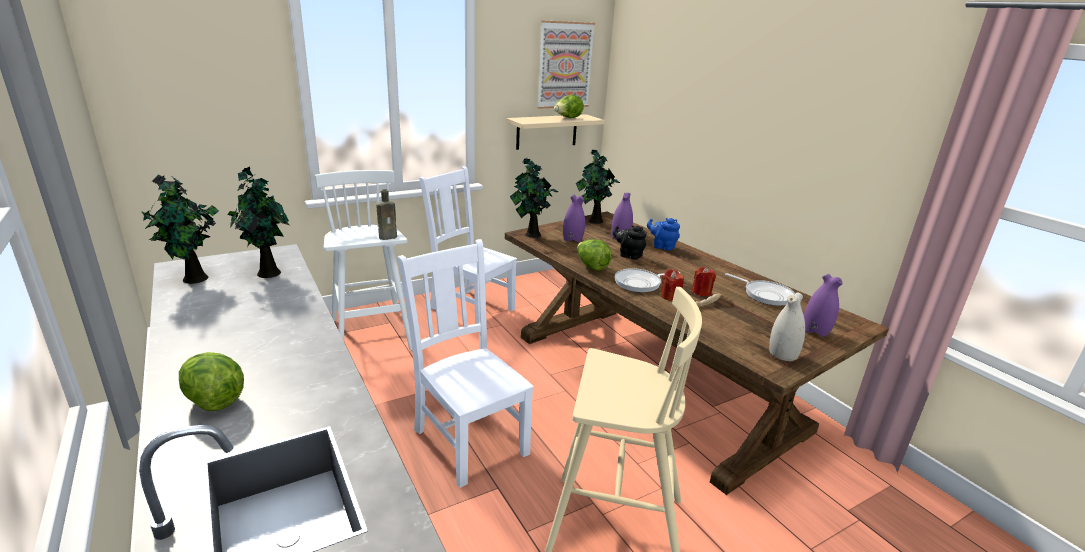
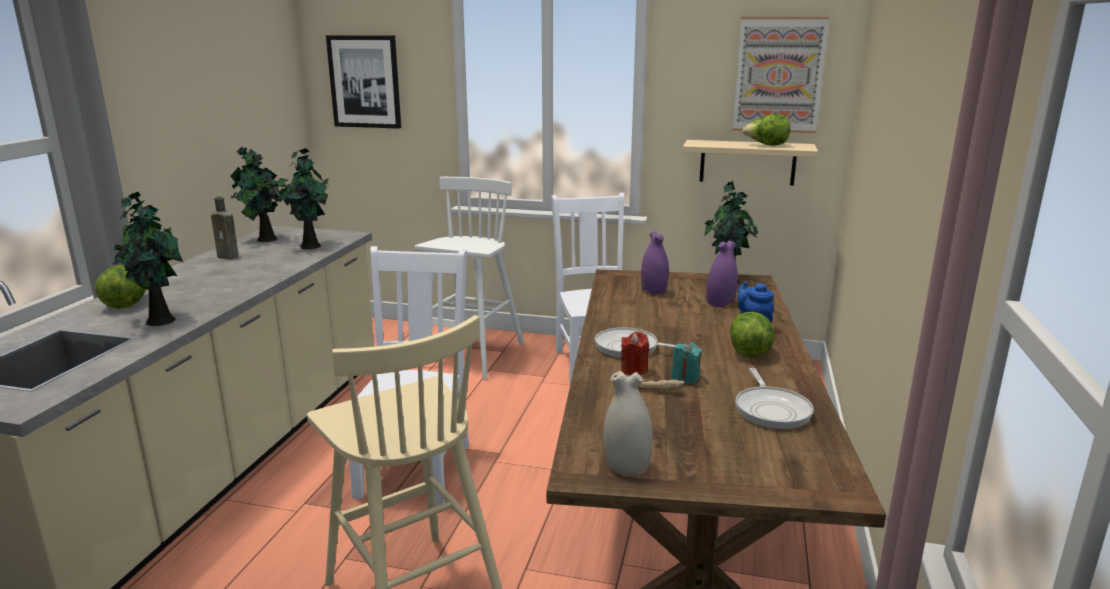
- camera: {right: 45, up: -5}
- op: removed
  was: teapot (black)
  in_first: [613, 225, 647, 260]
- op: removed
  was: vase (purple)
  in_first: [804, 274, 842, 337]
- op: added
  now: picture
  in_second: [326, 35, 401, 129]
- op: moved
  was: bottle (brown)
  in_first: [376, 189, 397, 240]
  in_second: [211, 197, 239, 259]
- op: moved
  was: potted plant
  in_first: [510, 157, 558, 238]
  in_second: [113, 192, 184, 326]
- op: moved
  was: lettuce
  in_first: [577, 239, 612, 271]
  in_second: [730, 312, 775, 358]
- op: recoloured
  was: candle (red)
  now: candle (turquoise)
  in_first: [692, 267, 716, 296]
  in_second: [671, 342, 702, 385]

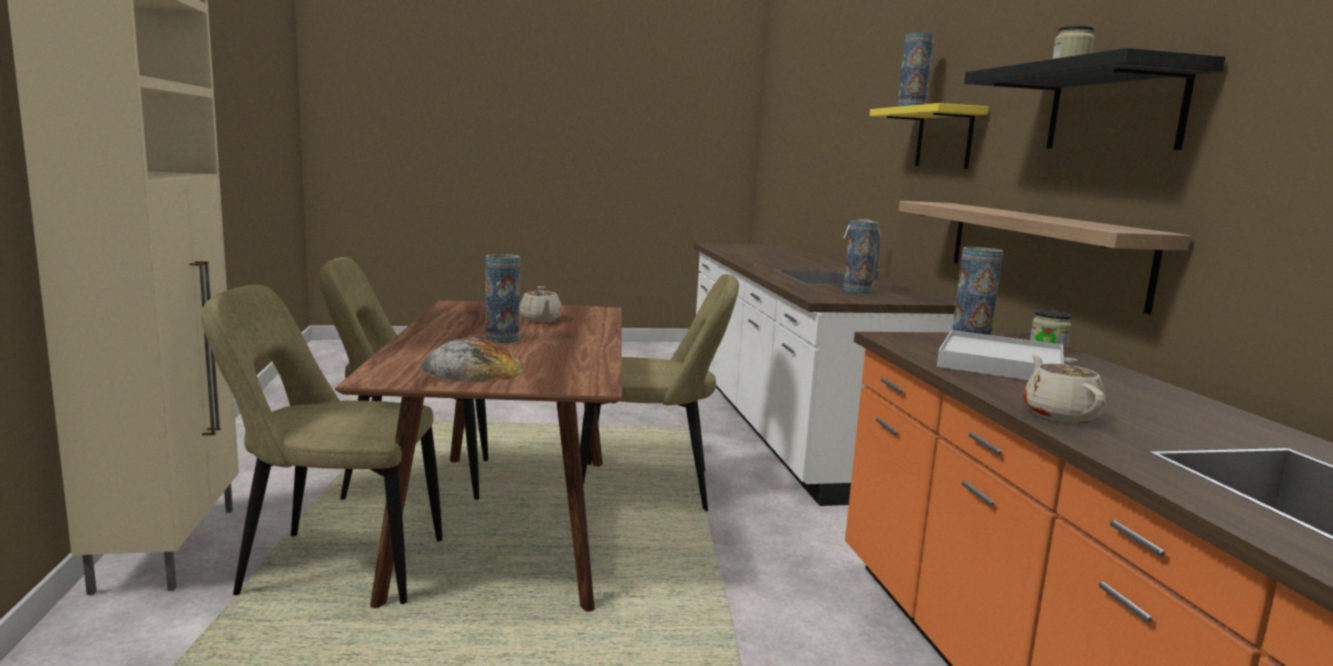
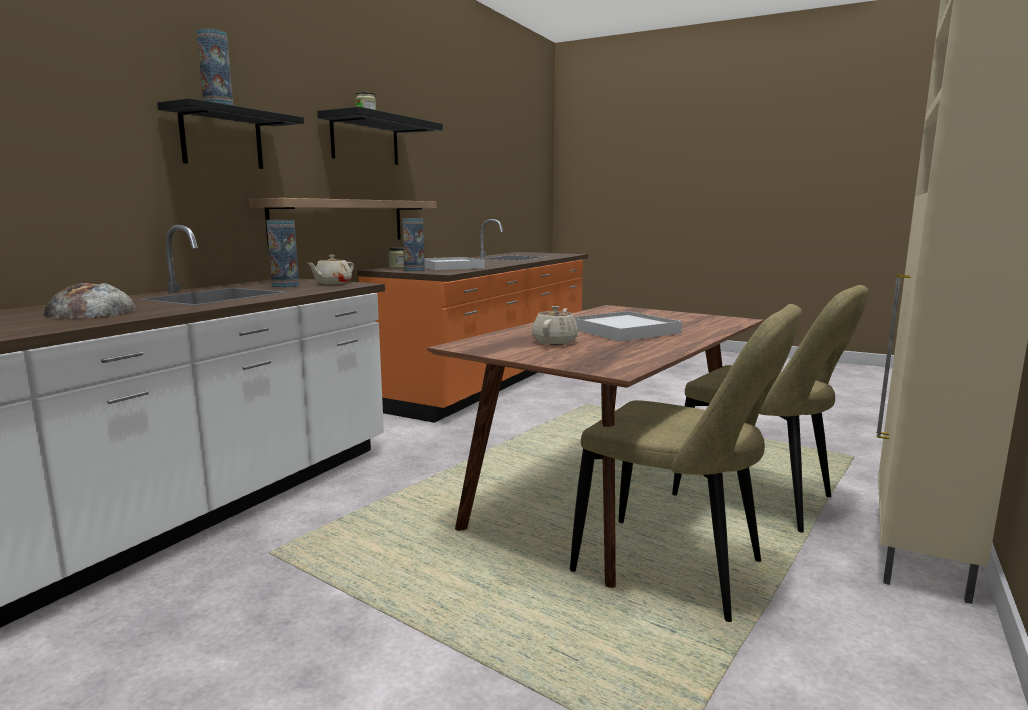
- camera: {right: -140, up: 0}
- op: removed
  was: chair (beige)
  in_first: [580, 274, 739, 511]
- op: moved
  was: bread
  in_first: [419, 336, 526, 382]
  in_second: [44, 283, 137, 319]
- op: moved
  was: teapot (beige)
  in_first: [1023, 355, 1106, 423]
  in_second: [308, 255, 354, 284]
- op: replaced
  was: vase
  now: tray (white)
  in_first: [485, 254, 520, 343]
  in_second: [574, 311, 682, 342]
- op: recoloured
  was: shelf (yellow)
  now: shelf (black)
  in_first: [869, 103, 989, 169]
  in_second: [157, 98, 304, 169]

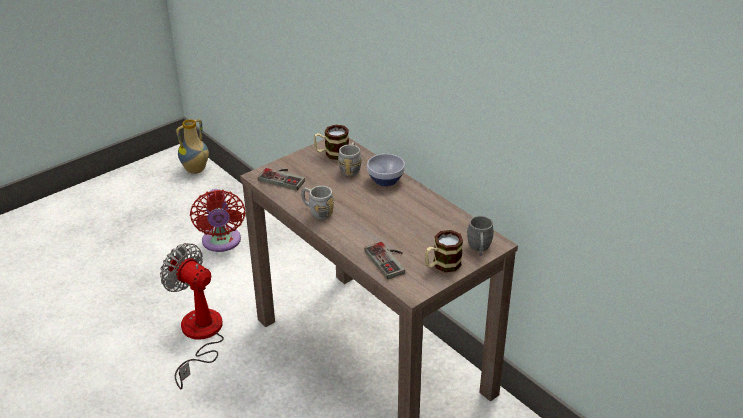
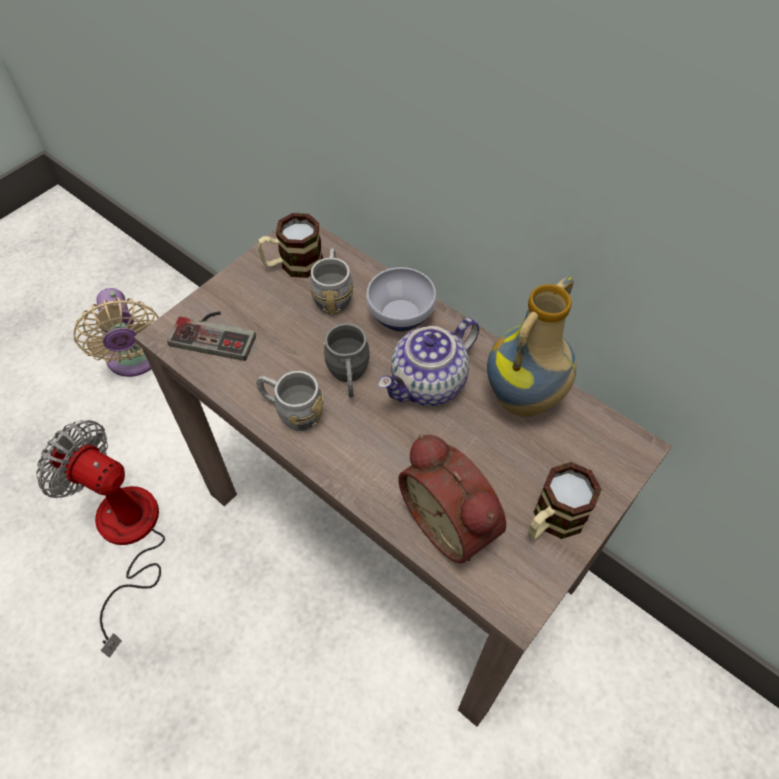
- camera: {right: -10, up: 20}
- op: added
  now: teapot
  in_second: [378, 318, 479, 406]
- op: moved
  was: vase
  in_first: [176, 119, 209, 174]
  in_second: [487, 277, 577, 417]
- op: moved
  was: mug (grey)
  in_first: [467, 216, 494, 256]
  in_second: [323, 323, 369, 397]
- op: replaced
  was: game controller
  now: alarm clock
  in_first: [365, 242, 405, 279]
  in_second: [398, 434, 506, 564]
- op: recoloured
  was: fan (red)
  now: fan (beige)
  in_first: [190, 189, 246, 252]
  in_second: [73, 288, 159, 377]

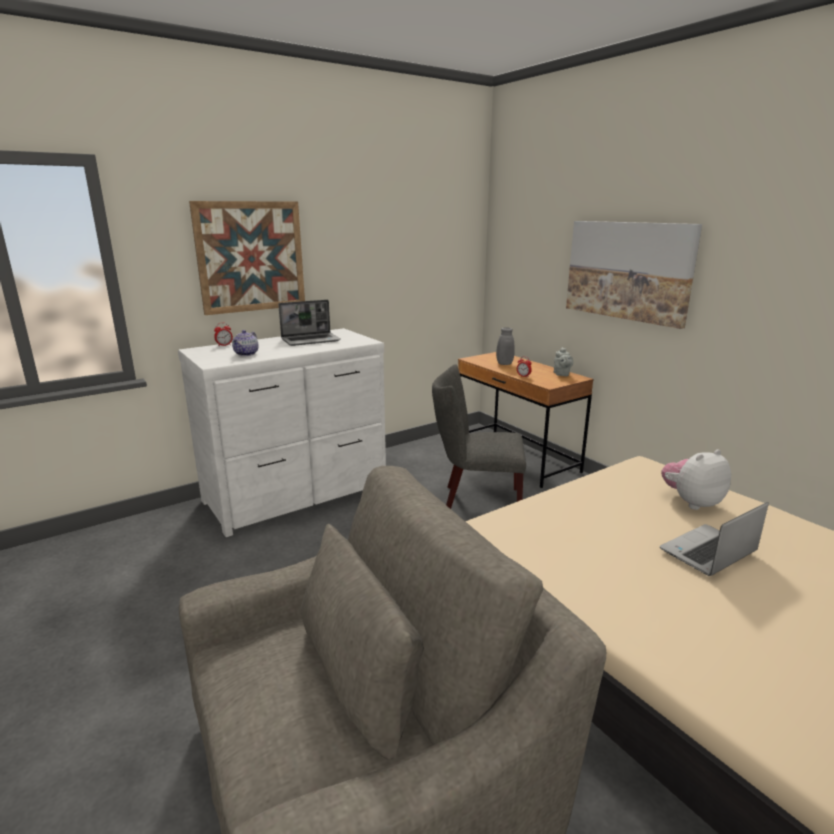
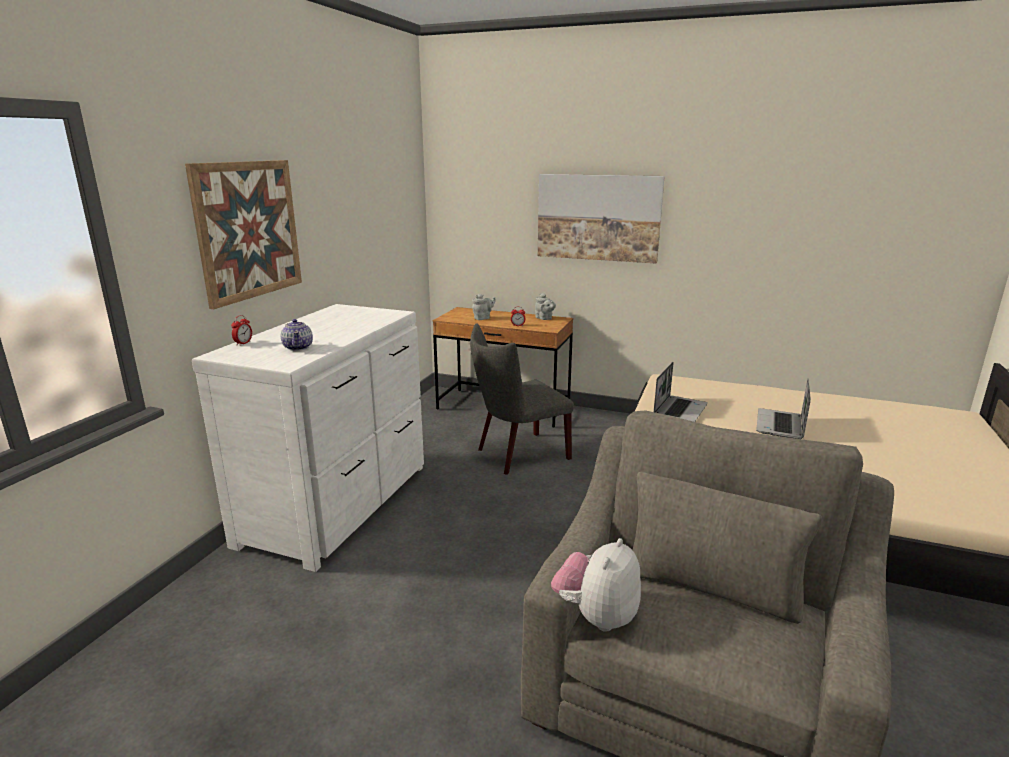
- camera: {right: -35, up: 0}
- op: moved
  was: laptop
  in_first: [278, 300, 341, 346]
  in_second: [654, 362, 708, 422]
- op: moved
  was: plush toy
  in_first: [661, 450, 731, 510]
  in_second: [551, 538, 641, 632]
- op: replaced
  was: vase (grey)
  now: teapot (grey)
  in_first: [496, 327, 515, 365]
  in_second: [472, 294, 496, 320]

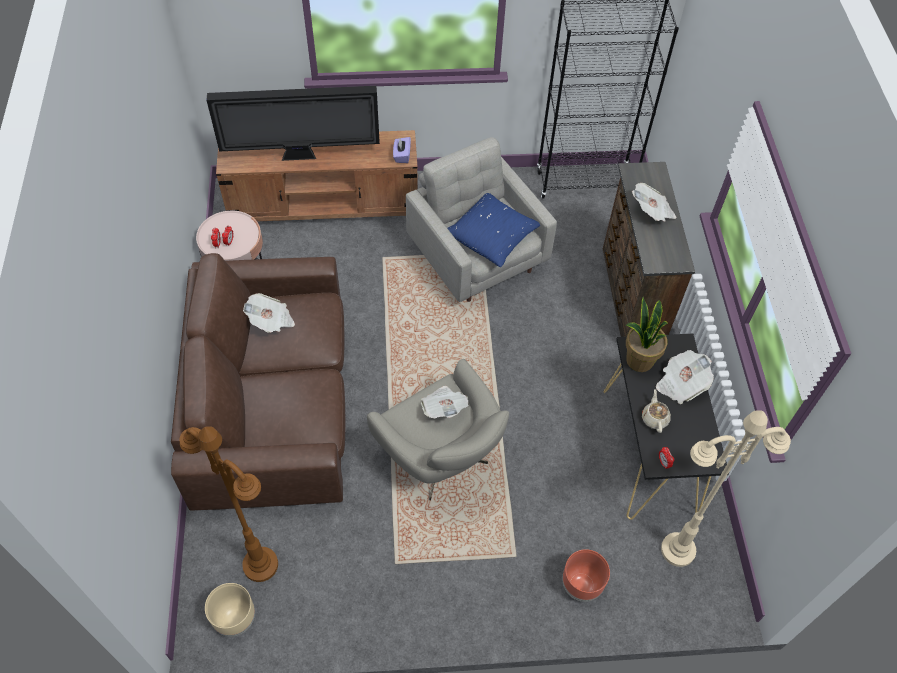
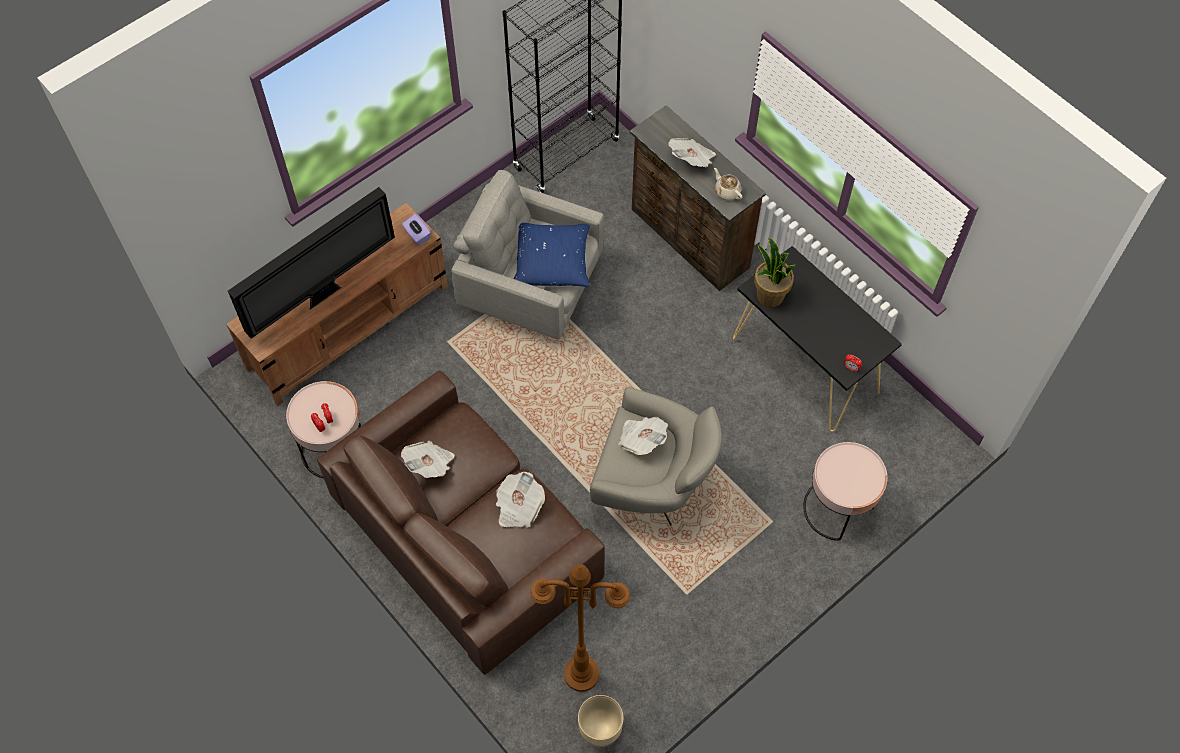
- camera: {right: -35, up: 5}
- op: removed
  was: floor lamp (beige)
  in_first: [661, 410, 791, 567]
- op: moved
  was: teapot (beige)
  in_first: [642, 389, 671, 433]
  in_second: [714, 168, 742, 200]
- op: moved
  was: newspaper
  in_first: [656, 350, 714, 404]
  in_second: [496, 472, 545, 528]
- op: replaced
  was: planter (brown)
  now: side table (pink)
  in_first: [562, 549, 610, 602]
  in_second: [803, 442, 887, 541]

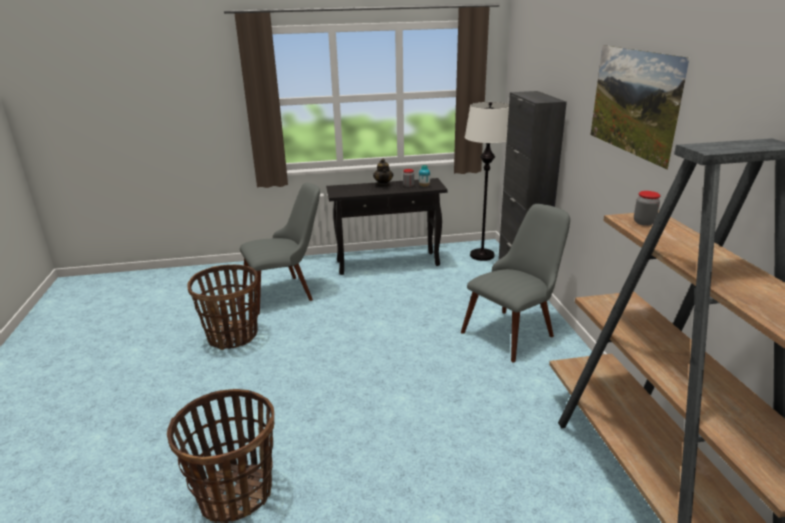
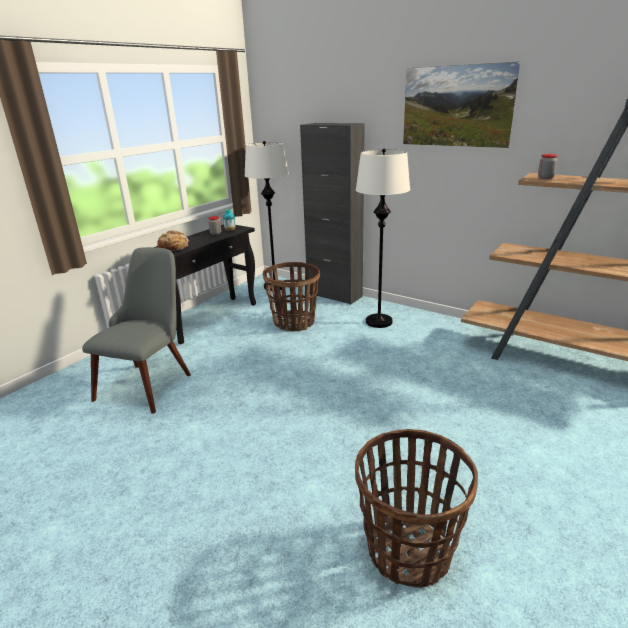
- camera: {right: -45, up: 0}
- op: removed
  was: teapot
  in_first: [373, 158, 393, 187]
- op: added
  now: bread
  in_second: [157, 230, 189, 251]
- op: moved
  was: basket
  in_first: [188, 265, 258, 350]
  in_second: [263, 262, 320, 332]
- op: replaced
  was: chair (grey)
  now: floor lamp (white)
  in_first: [461, 204, 570, 362]
  in_second: [356, 149, 410, 328]

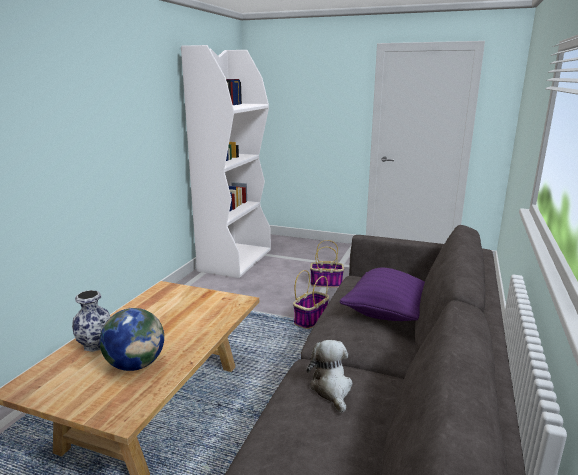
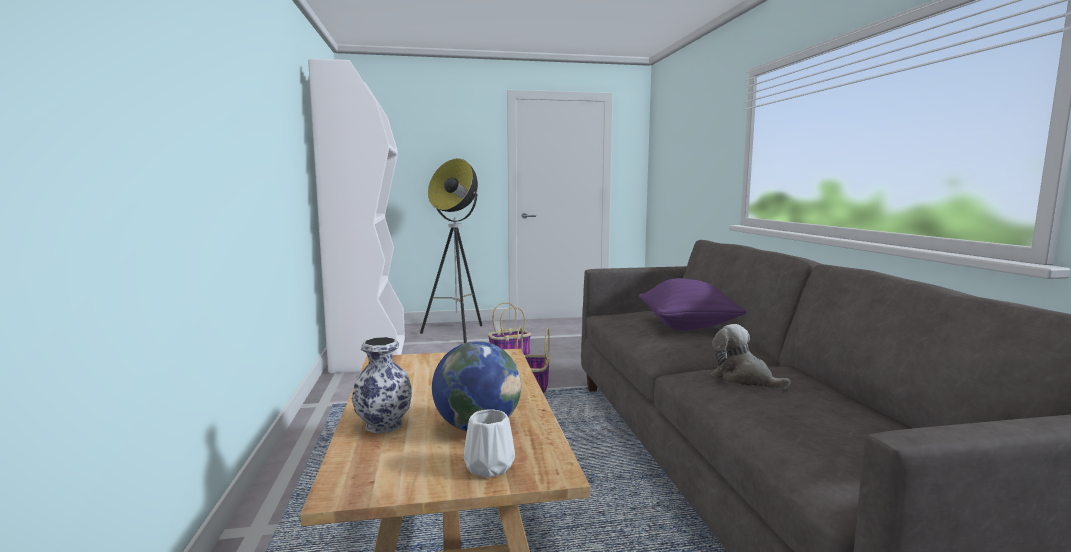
- camera: {right: -30, up: -10}
- op: added
  now: floor lamp
  in_second: [420, 159, 482, 343]
- op: added
  now: vase (white)
  in_second: [464, 409, 515, 478]

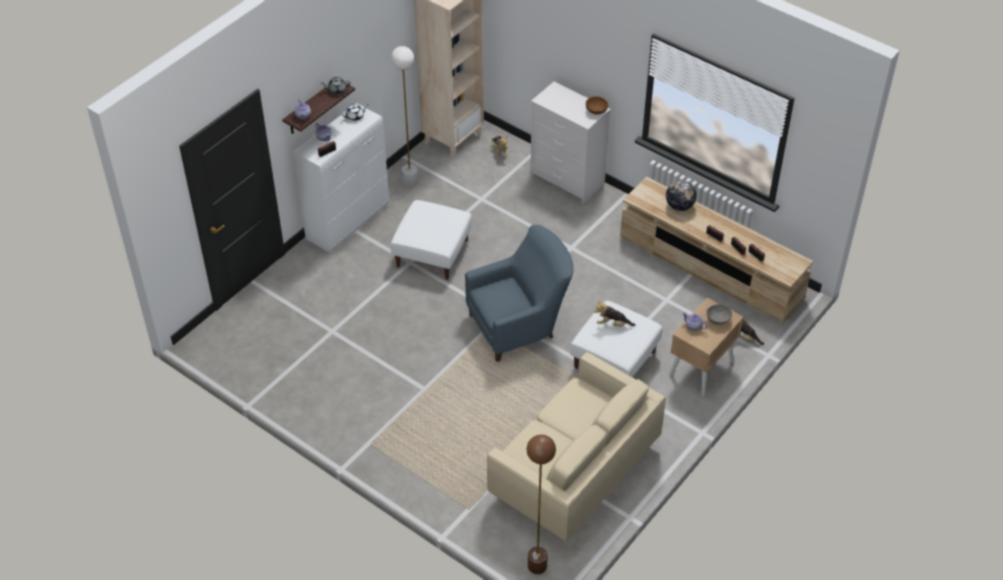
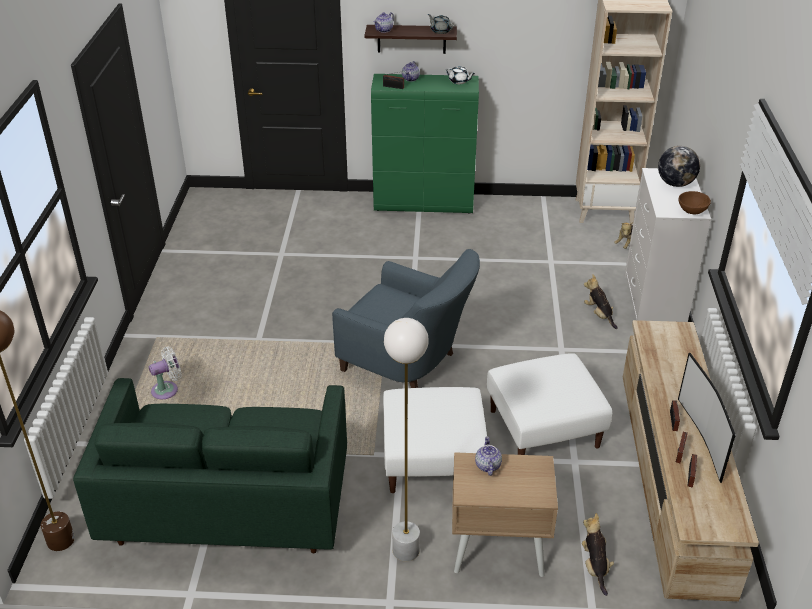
- camera: {right: 55, up: -10}
- op: removed
  was: bowl (grey)
  in_first: [706, 304, 732, 325]
- op: added
  now: fan (white)
  in_second: [149, 347, 181, 399]
- op: added
  now: television
  in_second: [678, 353, 736, 483]
- op: moved
  was: ottoman (white)
  in_first: [390, 200, 472, 280]
  in_second: [487, 353, 612, 455]
- op: moved
  was: floor lamp (white)
  in_first: [391, 46, 418, 187]
  in_second: [384, 318, 428, 561]
- op: moved
  was: plush toy
  in_first: [594, 301, 636, 326]
  in_second: [584, 274, 618, 329]
- op: moved
  was: globe
  in_first: [666, 180, 697, 211]
  in_second: [658, 146, 700, 187]
- op: recoloured
  was: cabinet (white)
  now: cabinet (green)
  in_first: [294, 103, 389, 253]
  in_second: [371, 74, 479, 214]
- op: recoloured
  was: sofa (beige)
  now: sofa (green)
  in_first: [487, 352, 666, 542]
  in_second: [73, 378, 347, 553]

